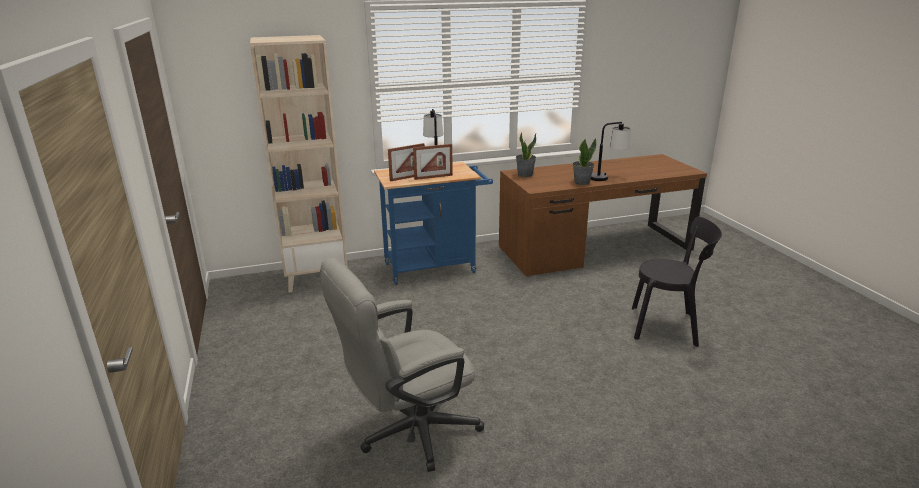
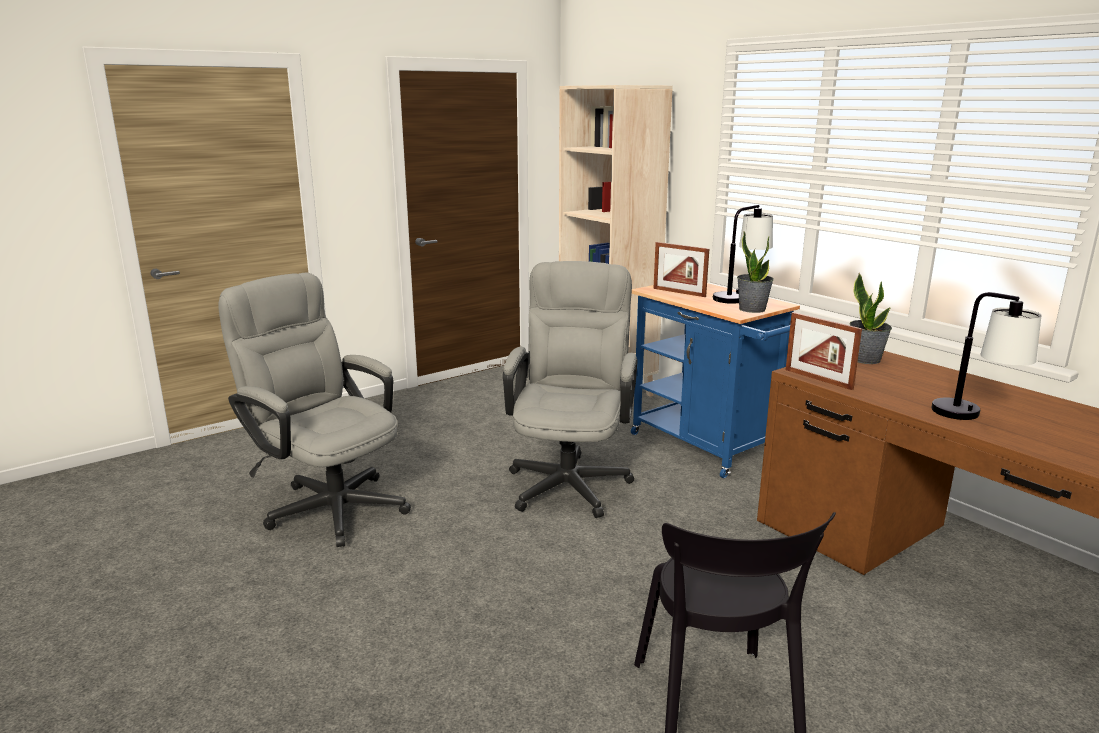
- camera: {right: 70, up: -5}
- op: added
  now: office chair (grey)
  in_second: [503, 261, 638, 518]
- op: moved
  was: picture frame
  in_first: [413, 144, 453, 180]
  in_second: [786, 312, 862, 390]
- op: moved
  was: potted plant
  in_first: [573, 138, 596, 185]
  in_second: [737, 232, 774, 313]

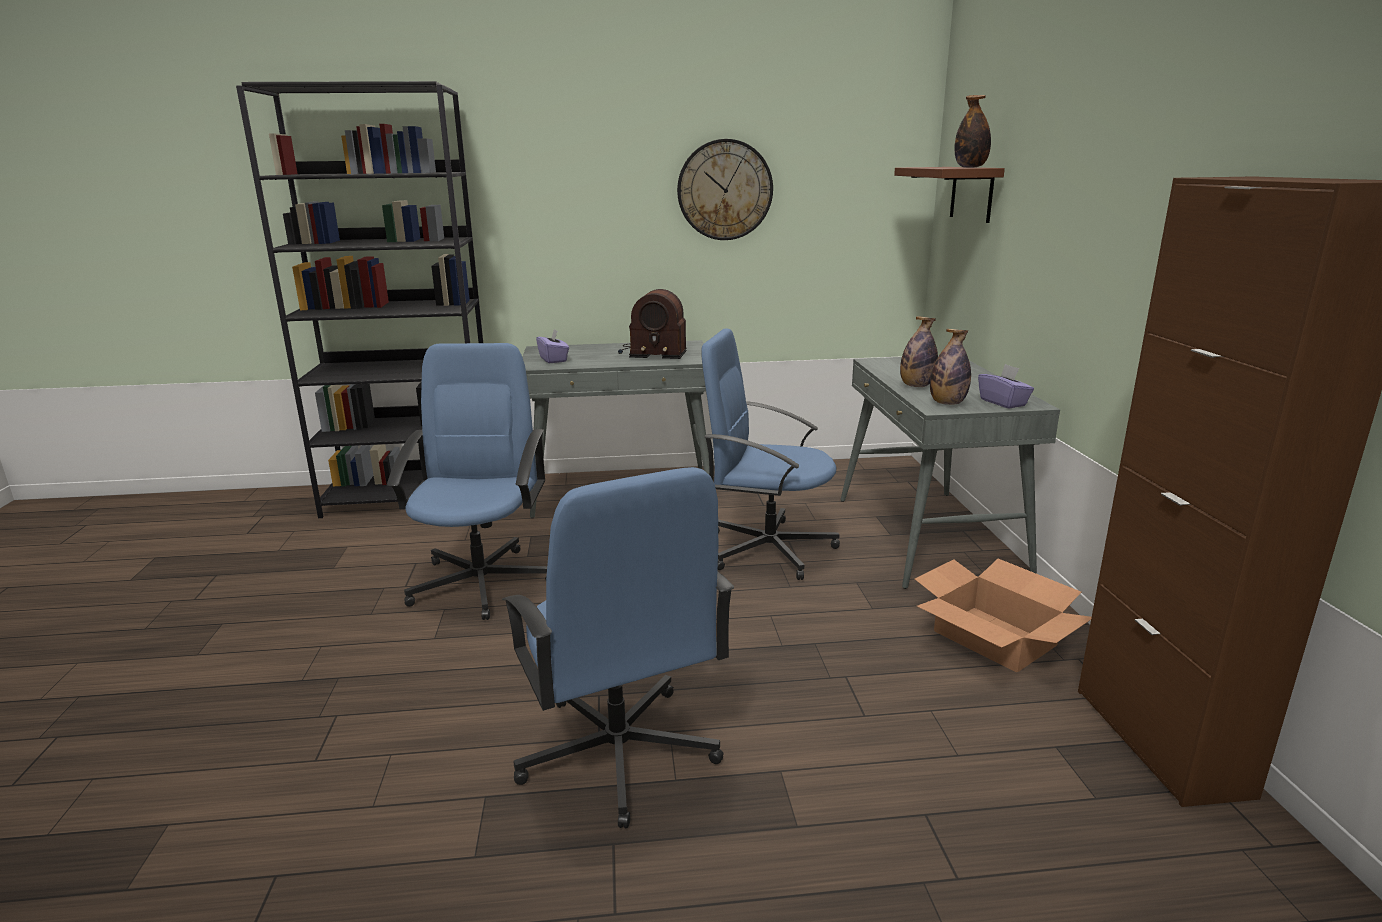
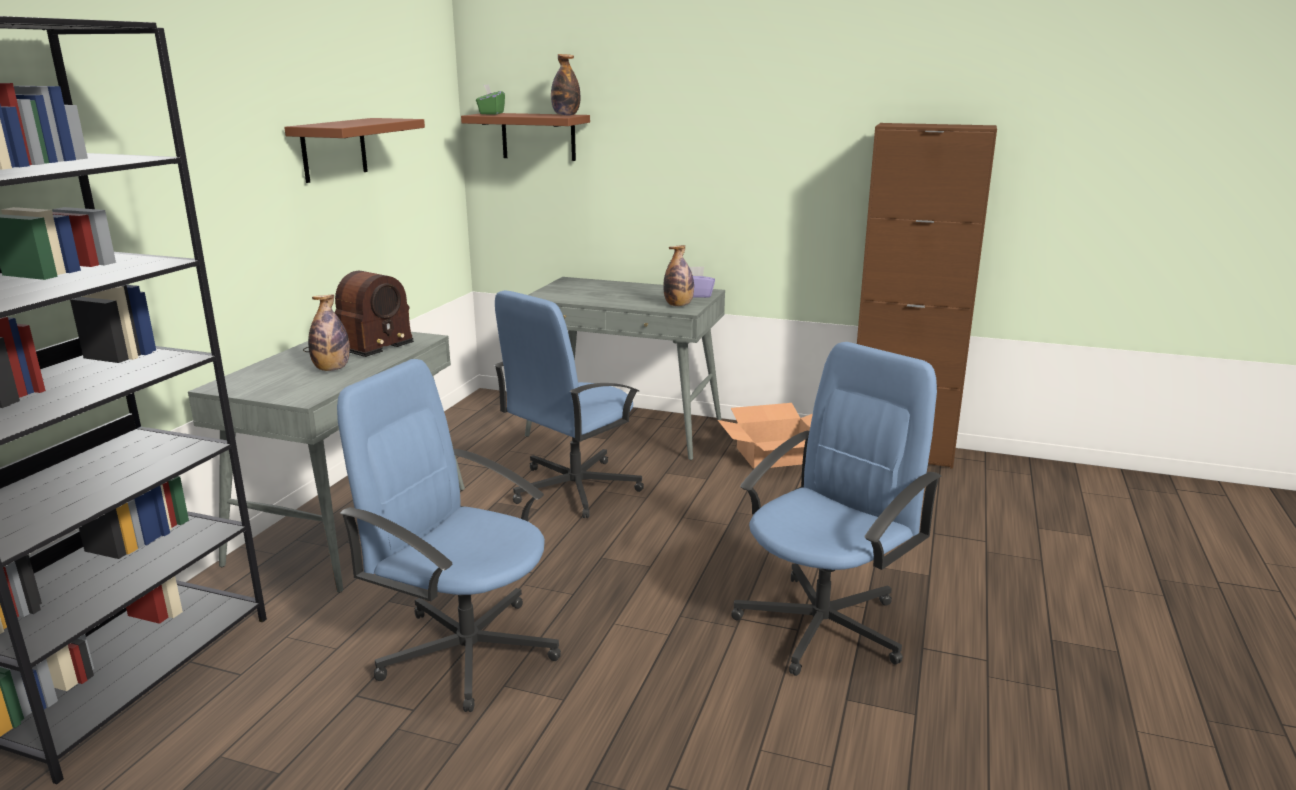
- camera: {right: -65, up: 0}
- op: removed
  was: tissue box (purple)
  in_first: [536, 329, 569, 363]
- op: added
  now: tissue box (green)
  in_second: [476, 84, 505, 114]
- op: moved
  was: bottle
  in_first: [900, 316, 938, 387]
  in_second: [308, 295, 350, 371]
- op: replaced
  was: wall clock
  now: shelf (brown)
  in_first: [677, 139, 773, 240]
  in_second: [284, 118, 425, 183]
- op: turned
  was: office chair (blue)
  in_first: [501, 467, 734, 829]
  in_second: [731, 342, 941, 676]
  clockwise: -45

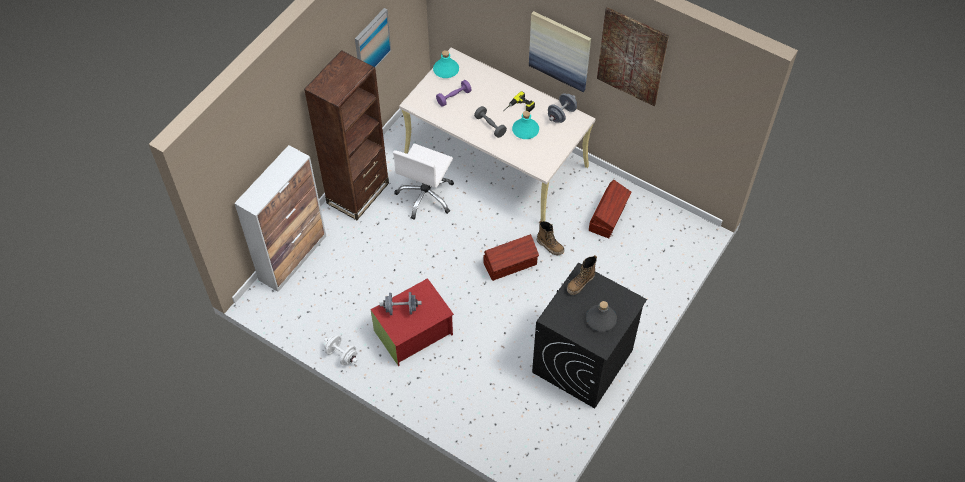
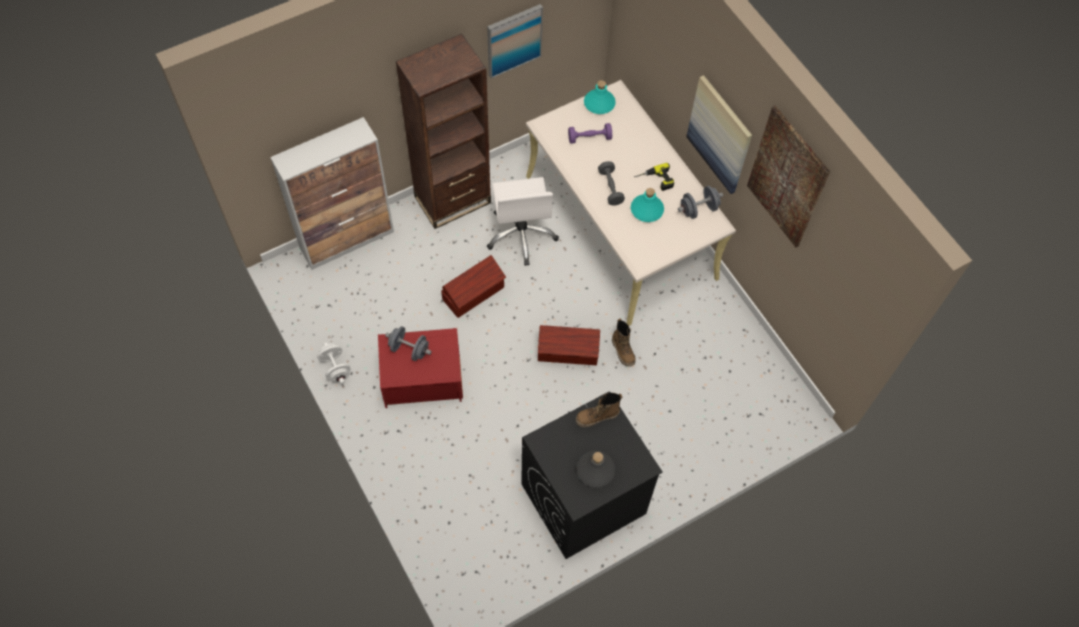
- camera: {right: 25, up: 5}
- op: moved
  was: storage box (brown)
  in_first: [589, 180, 631, 238]
  in_second: [441, 255, 506, 318]
- op: turned
  was: office chair (white)
  in_first: [393, 143, 454, 220]
  in_second: [487, 177, 559, 266]
  clockwise: -60

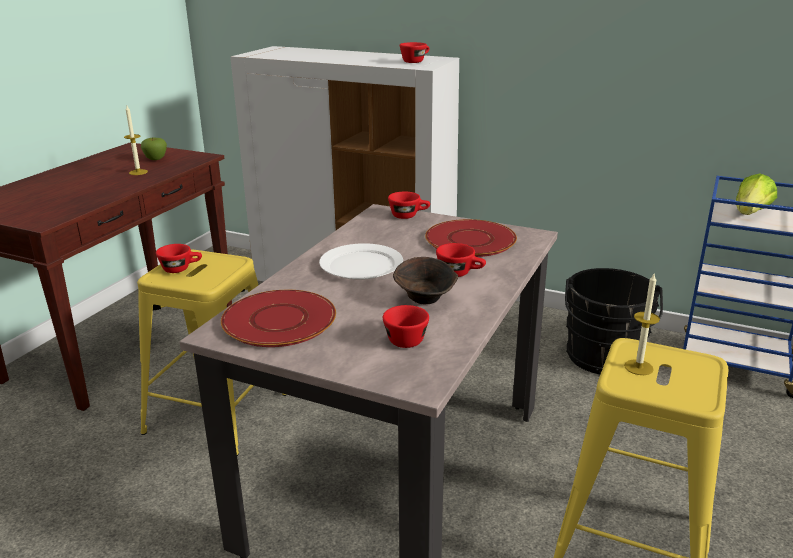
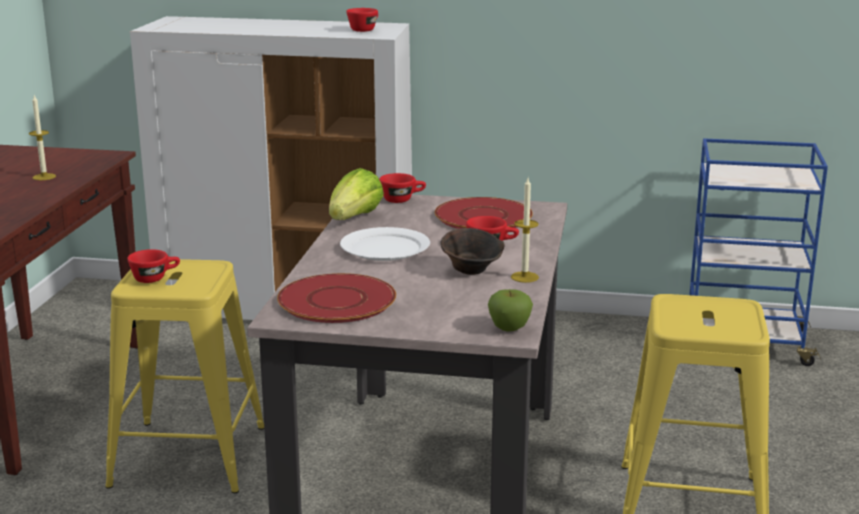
- camera: {right: -15, up: -5}
- op: removed
  was: cup (red)
  in_first: [383, 305, 429, 348]
- op: removed
  was: bucket (black)
  in_first: [565, 268, 663, 374]
- op: moved
  was: apple
  in_first: [141, 138, 167, 160]
  in_second: [488, 289, 533, 331]
- op: moved
  was: candle
  in_first: [624, 274, 660, 375]
  in_second: [511, 178, 539, 283]
- op: moved
  was: lettuce
  in_first: [736, 173, 777, 215]
  in_second: [329, 168, 384, 220]

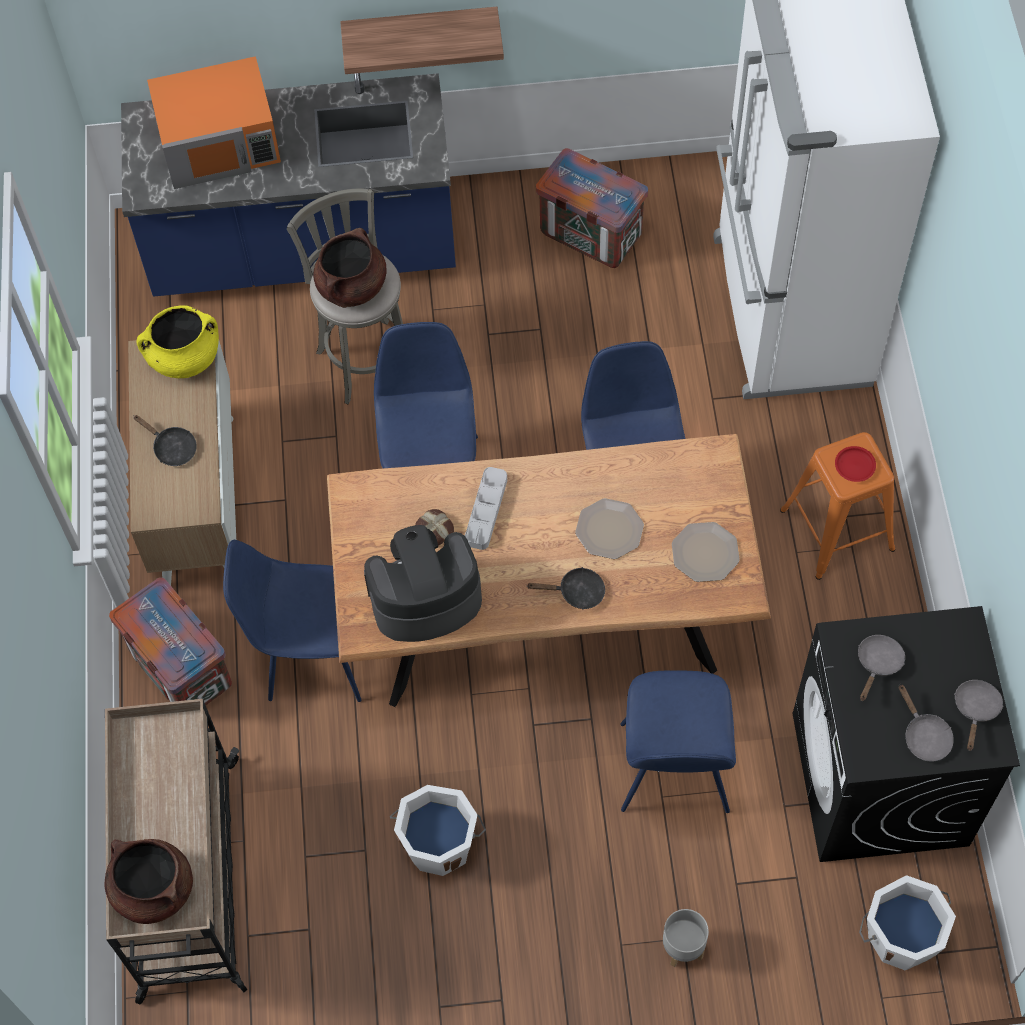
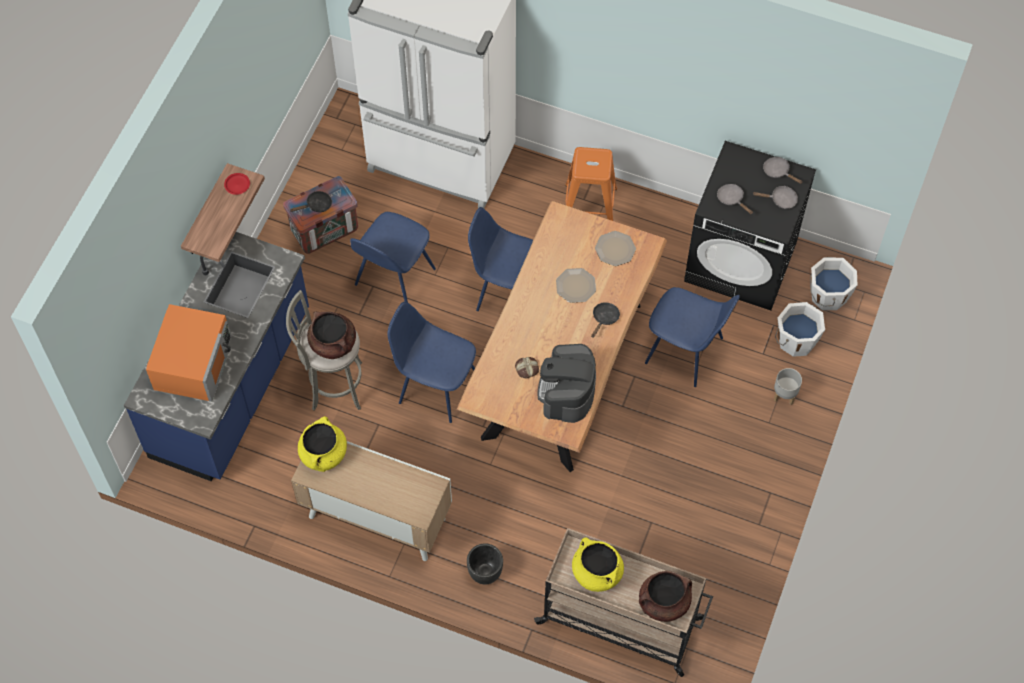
- camera: {right: -65, up: 0}
- op: removed
  was: tray (grey)
  in_first: [465, 467, 507, 550]
- op: added
  now: cooking pot (yellow)
  in_second: [572, 537, 624, 592]
- op: moved
  was: frying pan (black)
  in_first: [134, 415, 197, 466]
  in_second: [290, 191, 332, 212]
- op: moved
  was: chair (blue)
  in_first: [223, 540, 362, 702]
  in_second: [350, 212, 436, 302]
- op: moved
  was: bucket (white)
  in_first: [390, 785, 486, 876]
  in_second: [775, 302, 825, 357]
- op: moved
  was: plate (red)
  in_first: [835, 446, 876, 482]
  in_second: [224, 173, 250, 195]
- op: replaced
  was: crate
  now: planter (black)
  in_first: [109, 577, 232, 705]
  in_second: [467, 543, 503, 584]

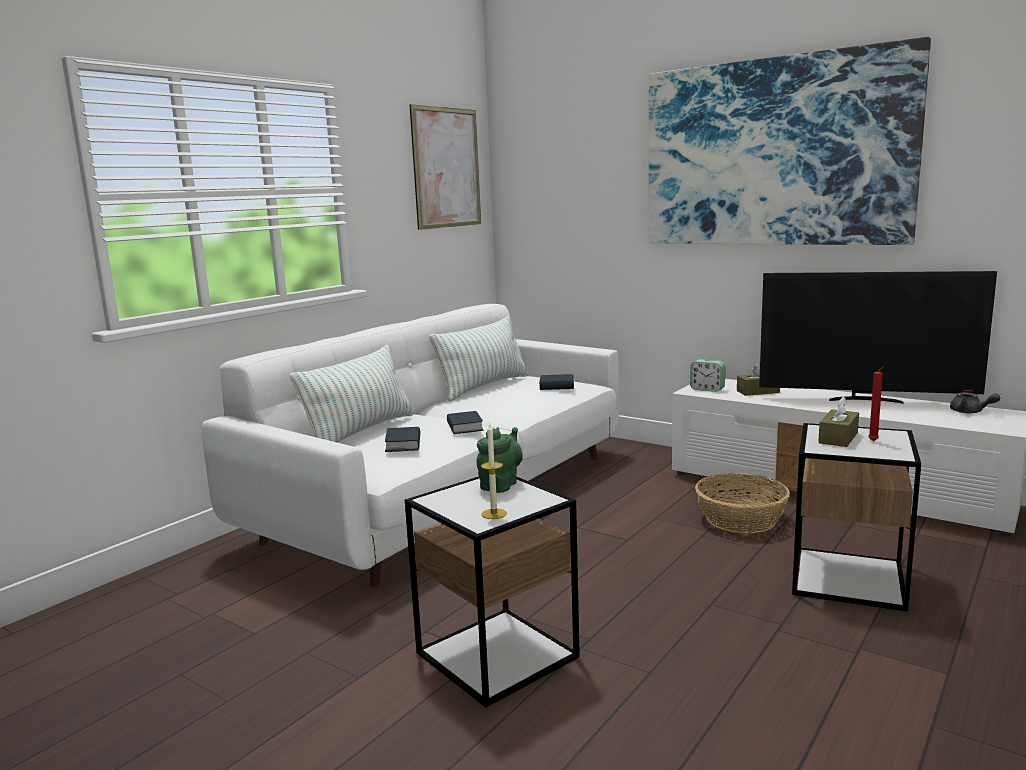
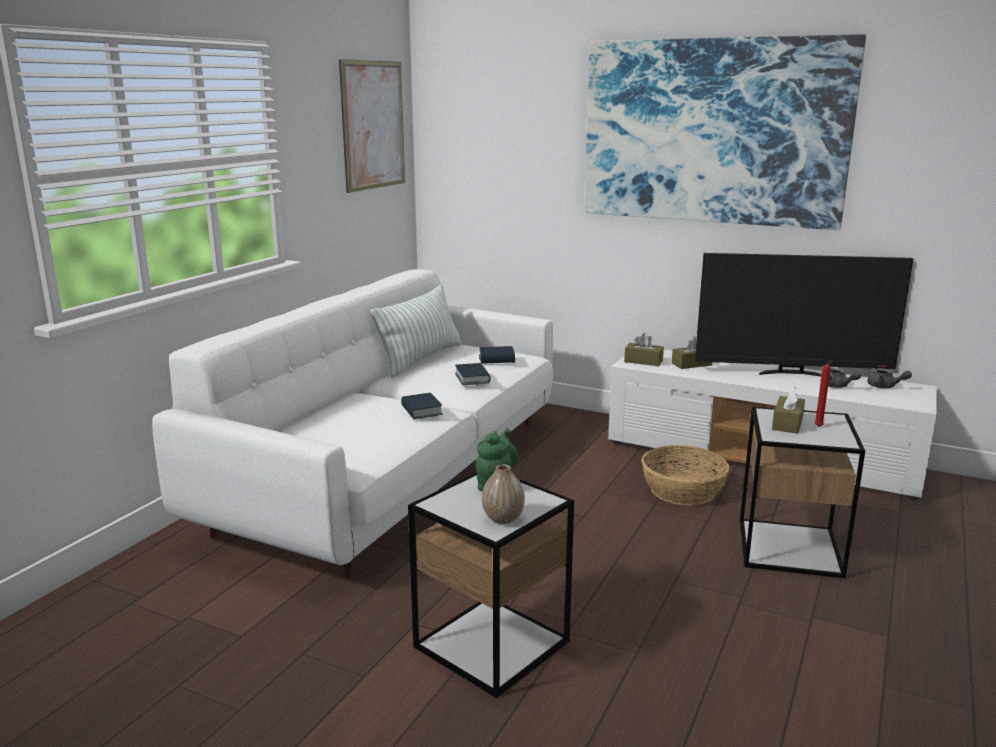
- camera: {right: -10, up: 5}
- op: removed
  was: pillow
  in_first: [290, 345, 414, 443]
- op: added
  now: teapot (grey)
  in_second: [828, 368, 861, 388]
- op: moved
  was: book
  in_first: [385, 427, 420, 452]
  in_second: [455, 363, 491, 385]
- op: replaced
  was: candle
  now: vase
  in_first: [481, 424, 507, 519]
  in_second: [482, 464, 525, 524]
- op: replaced
  was: alarm clock
  now: tissue box (brown)
  in_first: [690, 359, 726, 392]
  in_second: [624, 333, 664, 366]

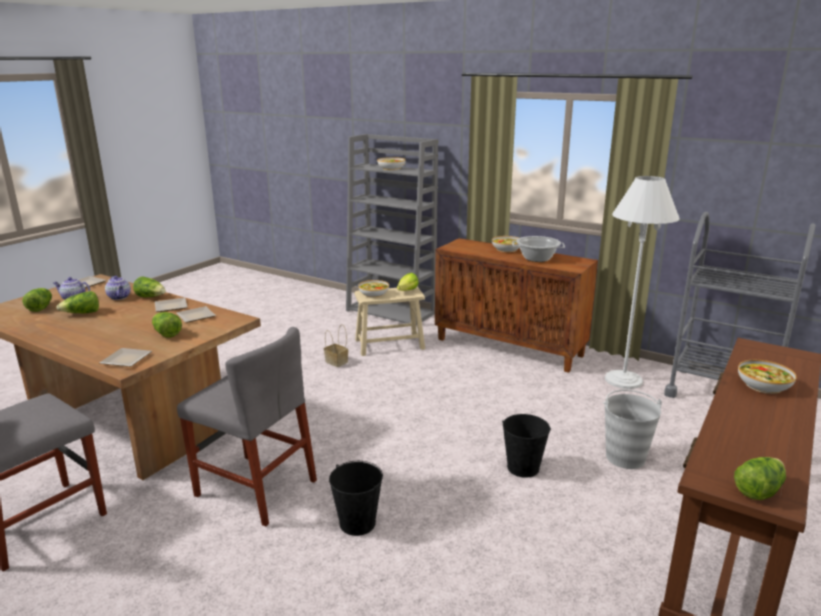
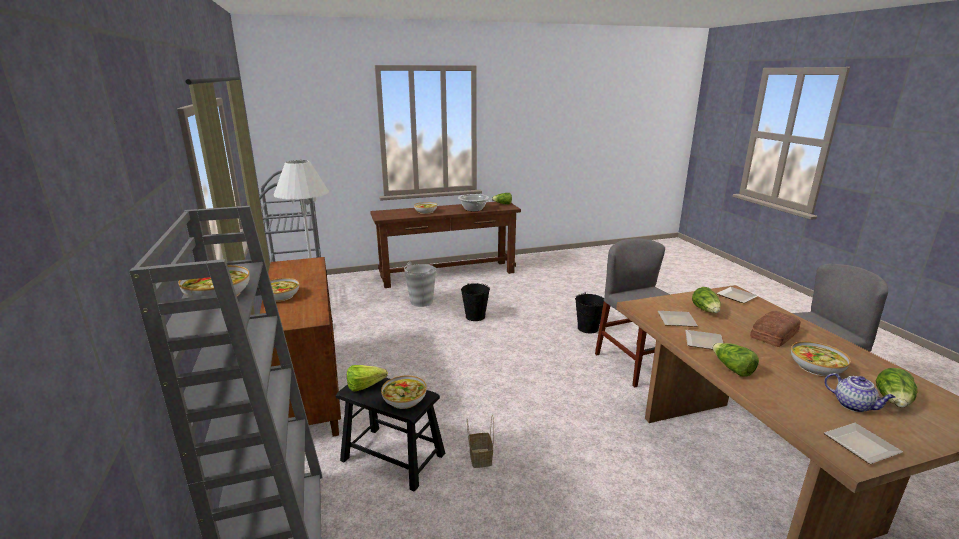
- camera: {right: -140, up: 0}
- op: removed
  was: teapot
  in_first: [105, 276, 131, 300]
- op: added
  now: bread
  in_second: [750, 311, 801, 347]
- op: moved
  was: cooking pot
  in_first: [512, 236, 565, 262]
  in_second: [458, 194, 490, 211]
- op: replaced
  was: lettuce
  now: bowl
  in_first: [56, 291, 99, 313]
  in_second: [791, 341, 851, 376]
- op: recoloured
  was: stool (beige)
  now: stool (black)
  in_first: [354, 287, 425, 356]
  in_second: [336, 378, 445, 491]

